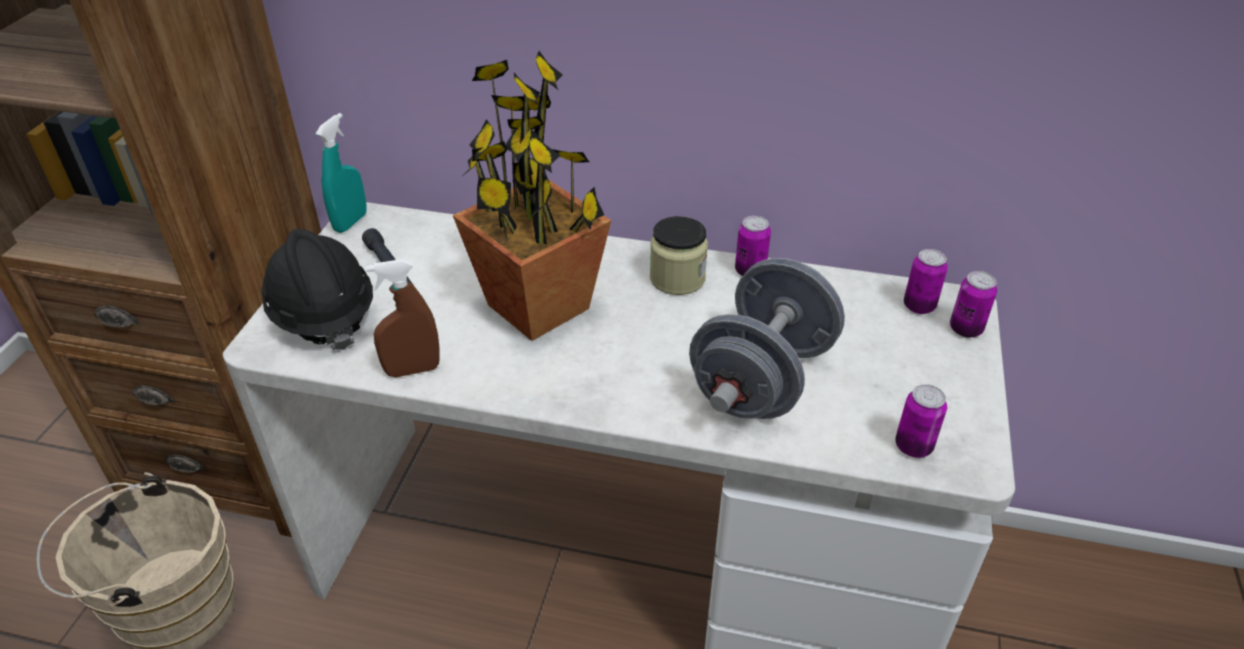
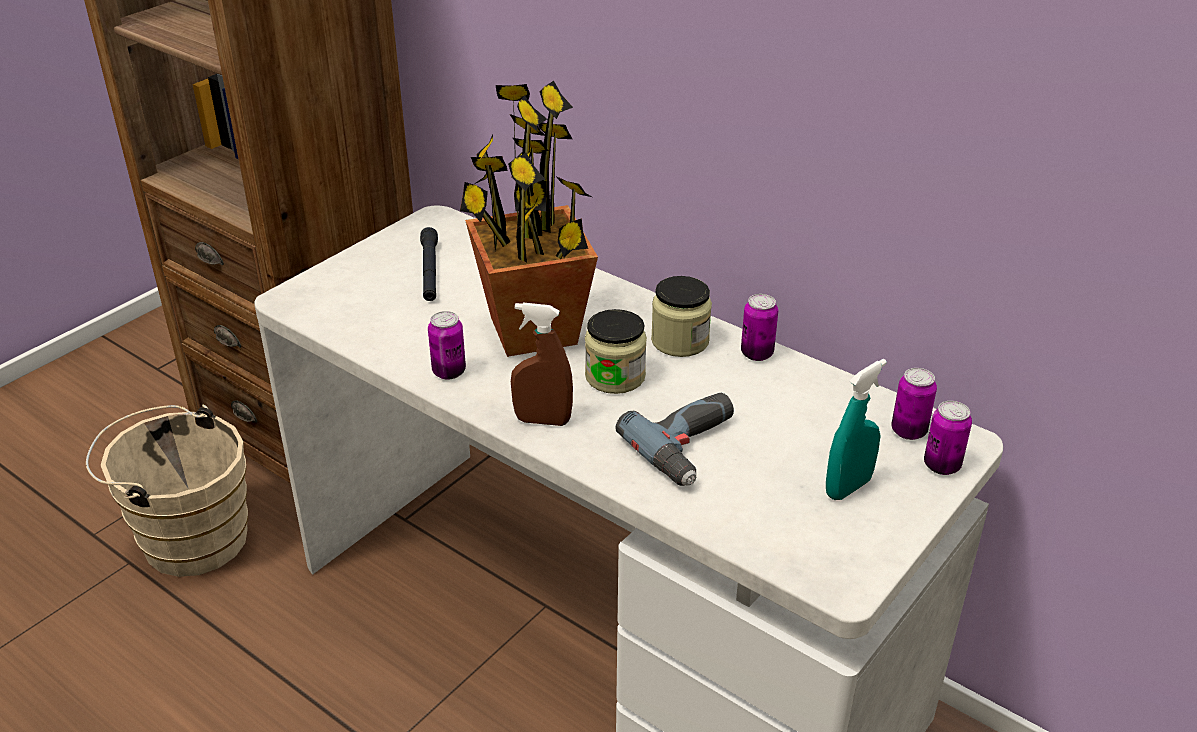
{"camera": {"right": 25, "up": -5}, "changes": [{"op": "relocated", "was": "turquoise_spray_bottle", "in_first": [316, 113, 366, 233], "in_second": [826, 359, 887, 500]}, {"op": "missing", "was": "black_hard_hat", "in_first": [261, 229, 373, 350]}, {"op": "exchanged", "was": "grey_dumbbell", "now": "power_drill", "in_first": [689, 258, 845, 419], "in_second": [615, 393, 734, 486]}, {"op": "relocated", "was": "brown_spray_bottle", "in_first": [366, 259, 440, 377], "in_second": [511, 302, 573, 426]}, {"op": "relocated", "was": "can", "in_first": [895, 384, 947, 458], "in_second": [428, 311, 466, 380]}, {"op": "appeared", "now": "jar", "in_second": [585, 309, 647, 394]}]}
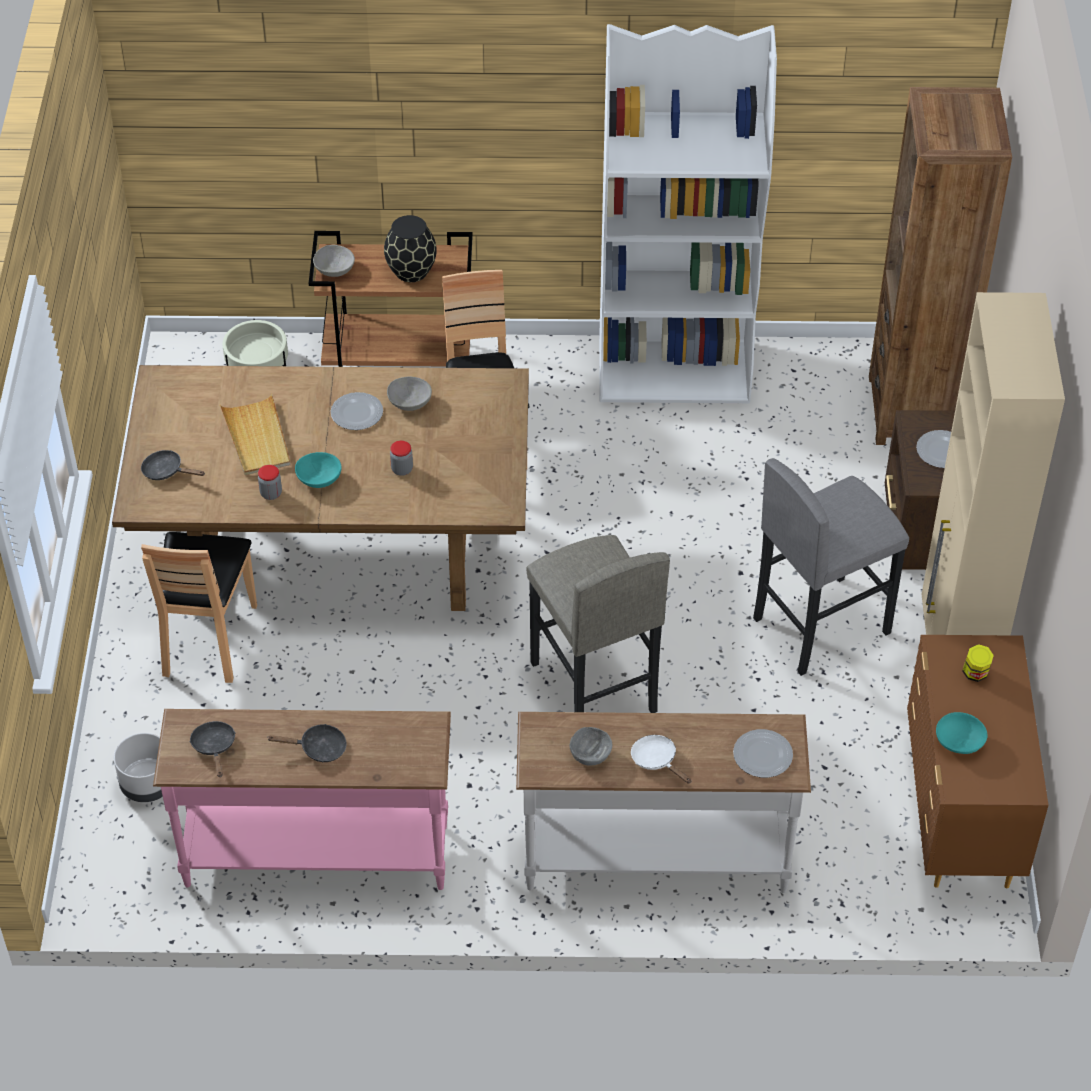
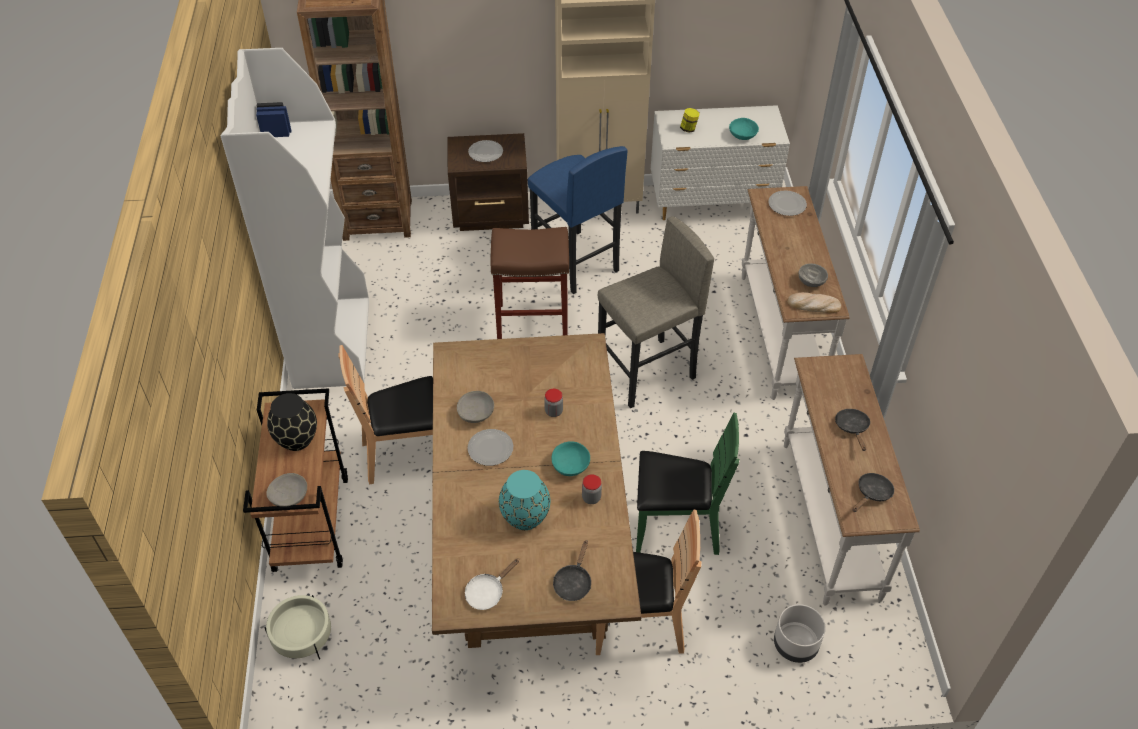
{"camera": {"right": -95, "up": 0}, "changes": [{"op": "exchanged", "was": "beige_tray", "now": "turquoise_vase", "in_first": [220, 393, 291, 475], "in_second": [499, 470, 550, 530]}, {"op": "colour", "was": "grey_stool", "now": "blue_stool", "in_first": [753, 458, 909, 676], "in_second": [528, 146, 627, 294]}, {"op": "colour", "was": "brown_dresser", "now": "white_dresser", "in_first": [907, 635, 1049, 888], "in_second": [651, 105, 790, 220]}, {"op": "colour", "was": "pink_console_table", "now": "white_console_table", "in_first": [153, 709, 451, 890], "in_second": [784, 354, 920, 606]}, {"op": "spun", "was": "black_frying_pan", "in_first": [189, 721, 236, 777], "in_second": [853, 473, 894, 512], "clockwise": 150}, {"op": "relocated", "was": "white_frying_pan", "in_first": [631, 735, 691, 784], "in_second": [465, 559, 519, 610]}, {"op": "appeared", "now": "brown_stool", "in_second": [491, 227, 569, 339]}, {"op": "appeared", "now": "bread", "in_second": [787, 292, 841, 314]}, {"op": "appeared", "now": "green_chair", "in_second": [636, 413, 739, 555]}]}
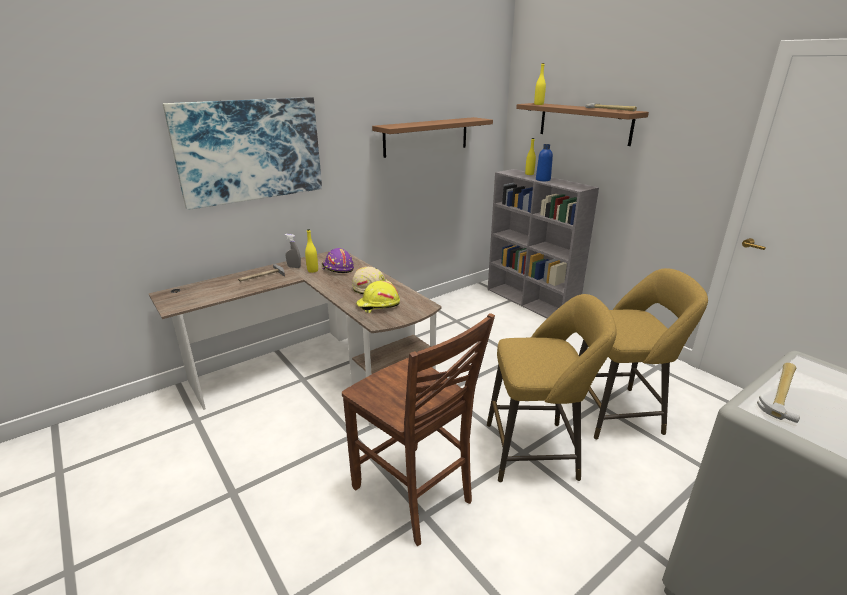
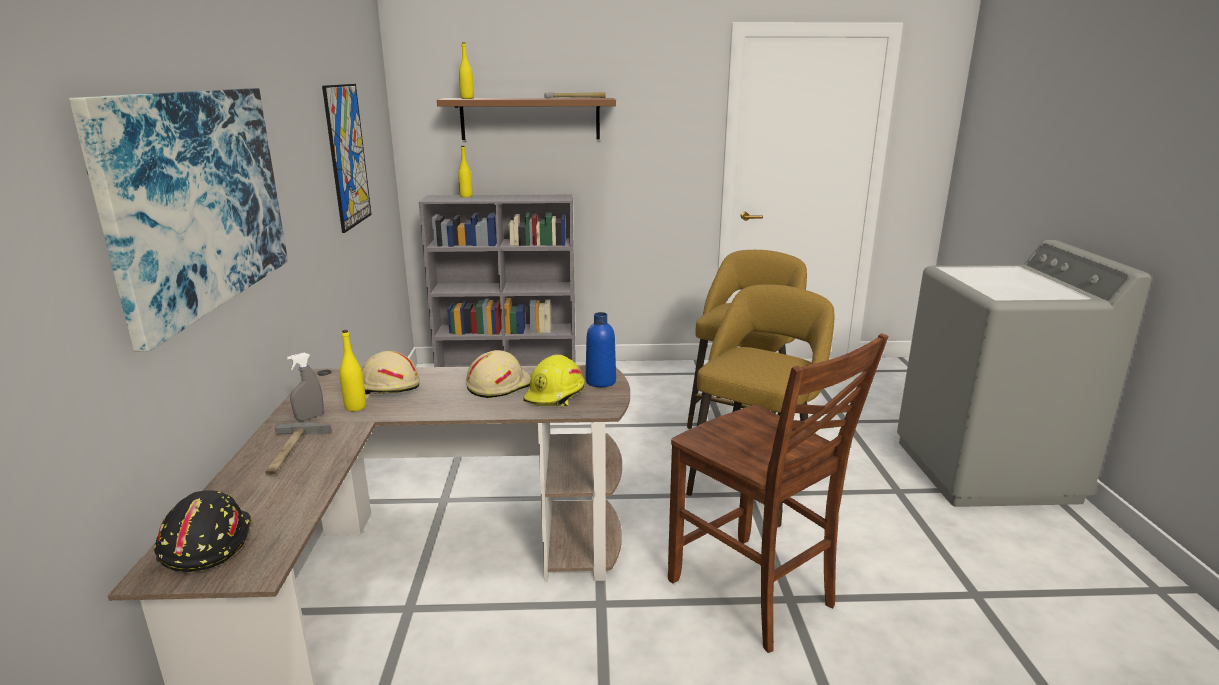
{"camera": {"right": -55, "up": -5}, "changes": [{"op": "exchanged", "was": "brown_shelf", "now": "picture", "in_first": [372, 117, 493, 158], "in_second": [322, 84, 372, 233]}, {"op": "relocated", "was": "blue_bottle", "in_first": [536, 144, 553, 181], "in_second": [586, 312, 616, 387]}, {"op": "colour", "was": "purple_hard_hat", "now": "beige_hard_hat", "in_first": [322, 248, 354, 273], "in_second": [362, 351, 420, 399]}, {"op": "spun", "was": "brown_chair", "in_first": [342, 313, 495, 546], "in_second": [668, 333, 888, 653], "clockwise": 60}, {"op": "missing", "was": "hammer", "in_first": [757, 363, 800, 423]}, {"op": "appeared", "now": "black_hard_hat", "in_second": [154, 490, 251, 572]}]}
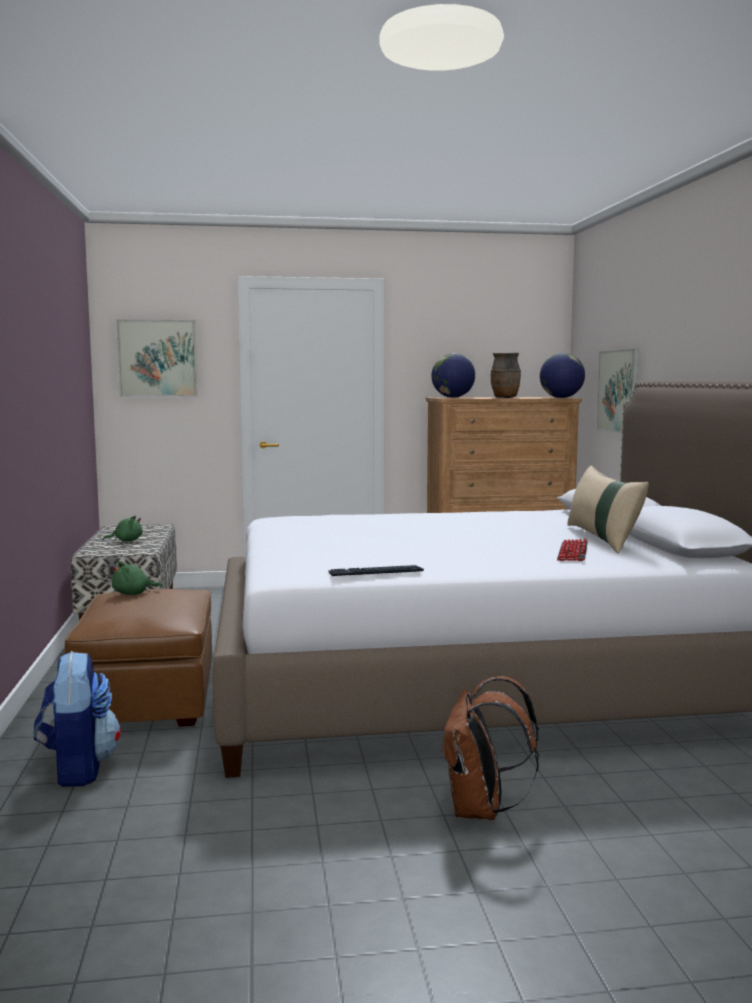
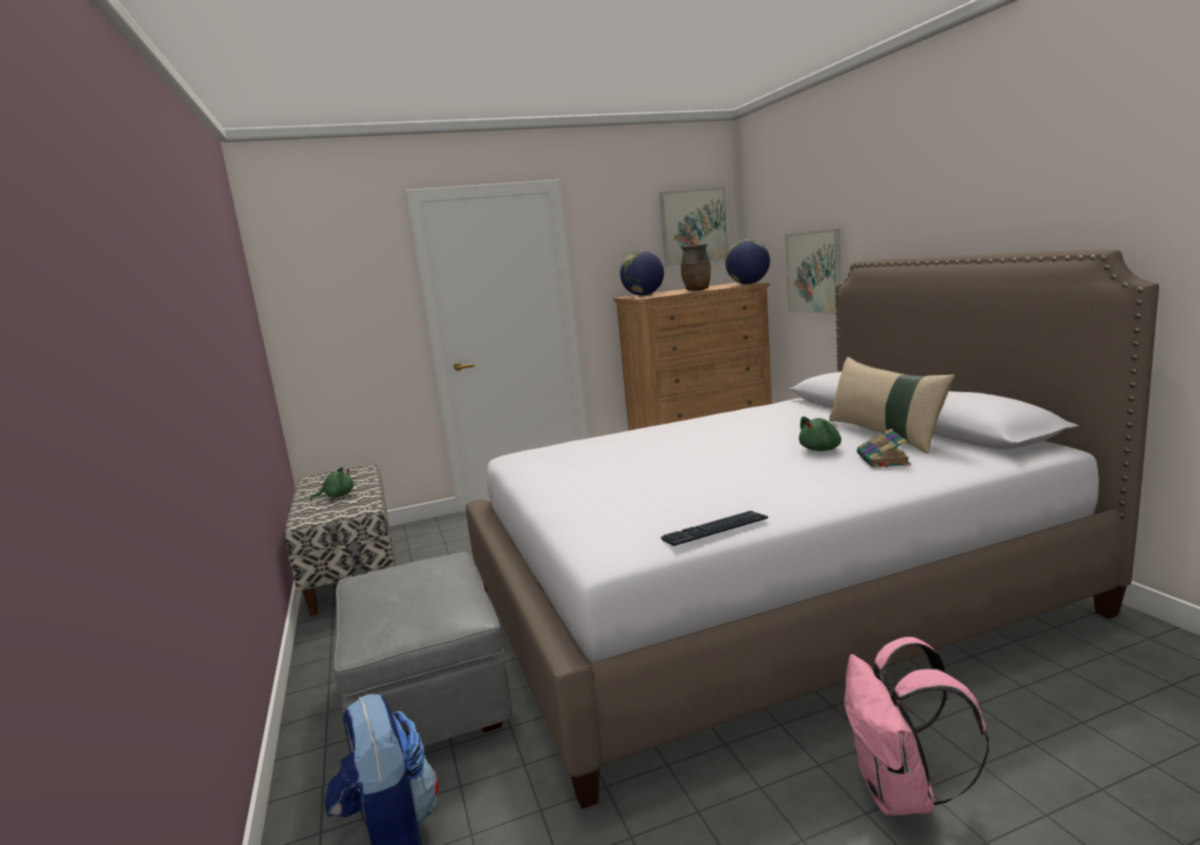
{"camera": {"right": -10, "up": 5}, "changes": [{"op": "relocated", "was": "picture", "in_first": [116, 319, 198, 397], "in_second": [659, 187, 729, 267]}, {"op": "exchanged", "was": "keyboard", "now": "book", "in_first": [557, 539, 588, 561], "in_second": [857, 429, 911, 468]}, {"op": "relocated", "was": "green_plush_toy", "in_first": [112, 561, 163, 595], "in_second": [799, 416, 841, 451]}, {"op": "colour", "was": "brown_ottoman", "now": "grey_ottoman", "in_first": [65, 589, 212, 727], "in_second": [334, 551, 512, 746]}, {"op": "colour", "was": "brown_backpack", "now": "pink_backpack", "in_first": [441, 676, 539, 820], "in_second": [844, 637, 989, 816]}]}
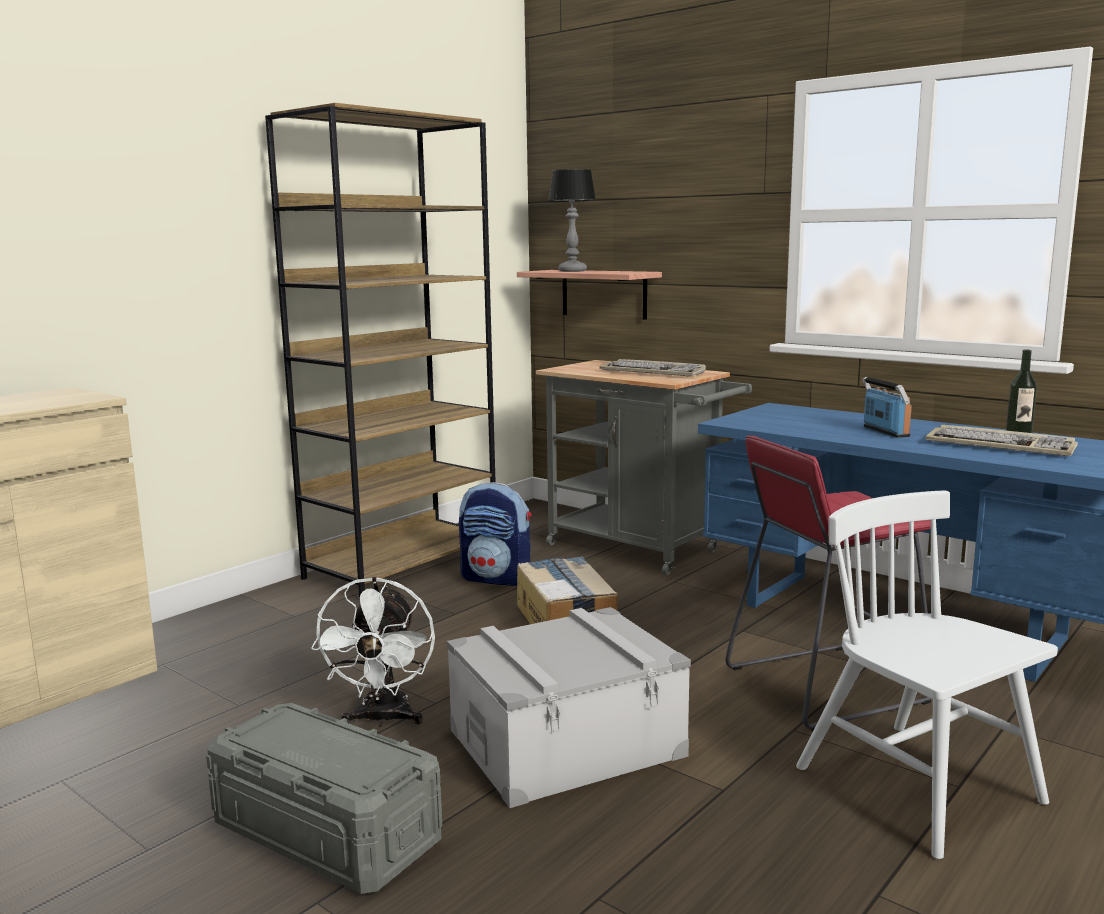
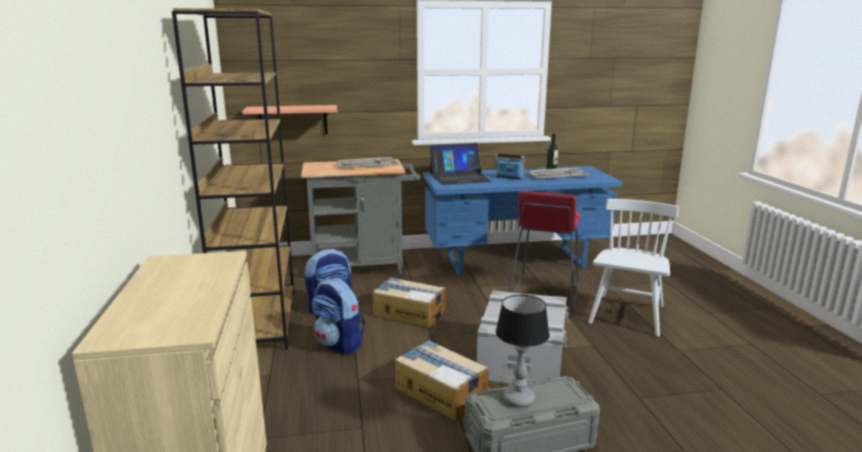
{"camera": {"right": -50, "up": 5}, "changes": [{"op": "relocated", "was": "table_lamp", "in_first": [548, 169, 596, 272], "in_second": [496, 295, 550, 408]}, {"op": "spun", "was": "white_chair", "in_first": [796, 491, 1058, 859], "in_second": [588, 199, 679, 337], "clockwise": 105}, {"op": "exchanged", "was": "white_fan", "now": "cardboard_box", "in_first": [311, 577, 435, 727], "in_second": [395, 340, 489, 421]}, {"op": "appeared", "now": "laptop", "in_second": [430, 143, 492, 185]}, {"op": "appeared", "now": "backpack", "in_second": [312, 279, 365, 355]}]}
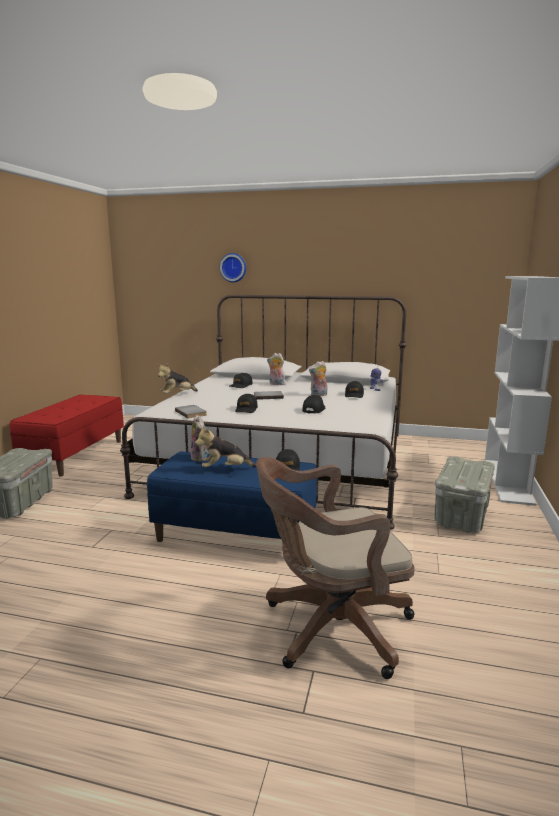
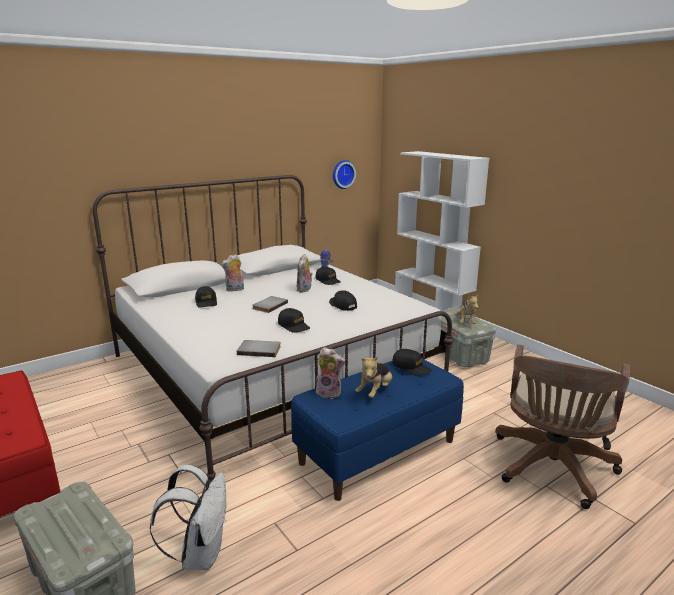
{"camera": {"right": -50, "up": 5}, "changes": [{"op": "relocated", "was": "wall_clock", "in_first": [219, 253, 246, 282], "in_second": [333, 160, 356, 189]}, {"op": "relocated", "was": "plush_toy", "in_first": [158, 363, 198, 394], "in_second": [454, 294, 478, 324]}, {"op": "appeared", "now": "white_backpack", "in_second": [150, 465, 227, 571]}]}
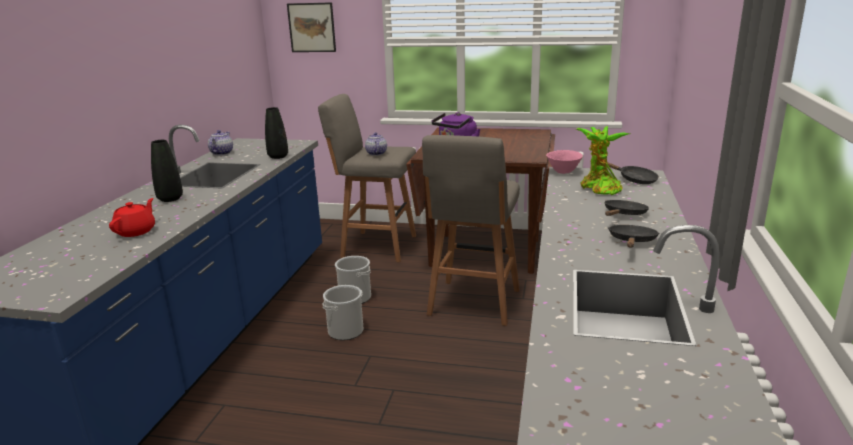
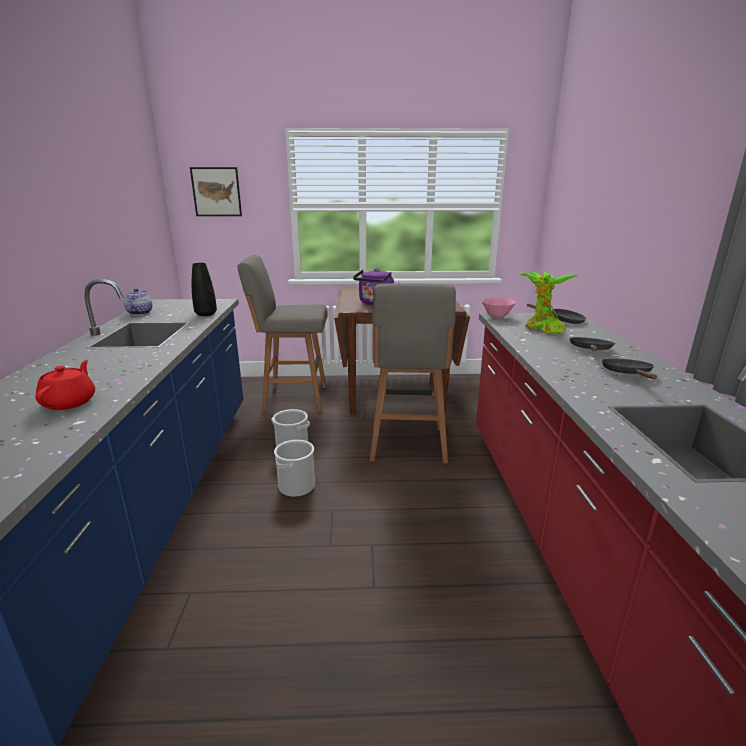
{"camera": {"right": -15, "up": 0}, "changes": [{"op": "missing", "was": "teapot", "in_first": [365, 132, 387, 156]}, {"op": "missing", "was": "black_vase", "in_first": [151, 140, 183, 202]}]}
